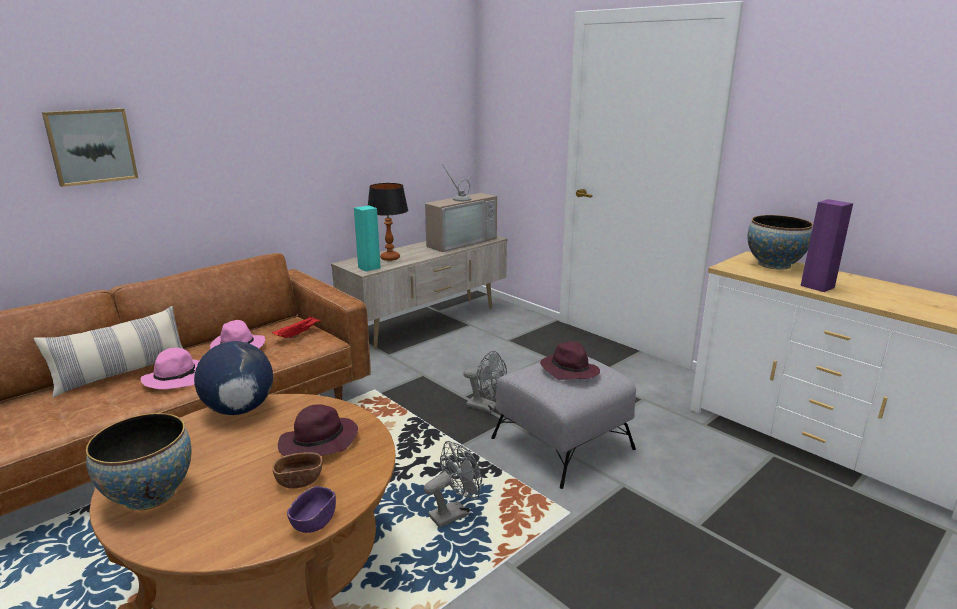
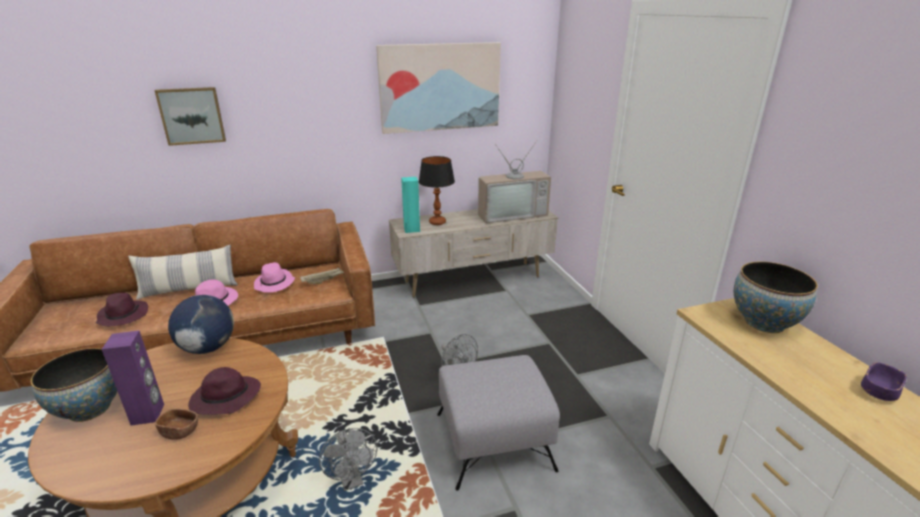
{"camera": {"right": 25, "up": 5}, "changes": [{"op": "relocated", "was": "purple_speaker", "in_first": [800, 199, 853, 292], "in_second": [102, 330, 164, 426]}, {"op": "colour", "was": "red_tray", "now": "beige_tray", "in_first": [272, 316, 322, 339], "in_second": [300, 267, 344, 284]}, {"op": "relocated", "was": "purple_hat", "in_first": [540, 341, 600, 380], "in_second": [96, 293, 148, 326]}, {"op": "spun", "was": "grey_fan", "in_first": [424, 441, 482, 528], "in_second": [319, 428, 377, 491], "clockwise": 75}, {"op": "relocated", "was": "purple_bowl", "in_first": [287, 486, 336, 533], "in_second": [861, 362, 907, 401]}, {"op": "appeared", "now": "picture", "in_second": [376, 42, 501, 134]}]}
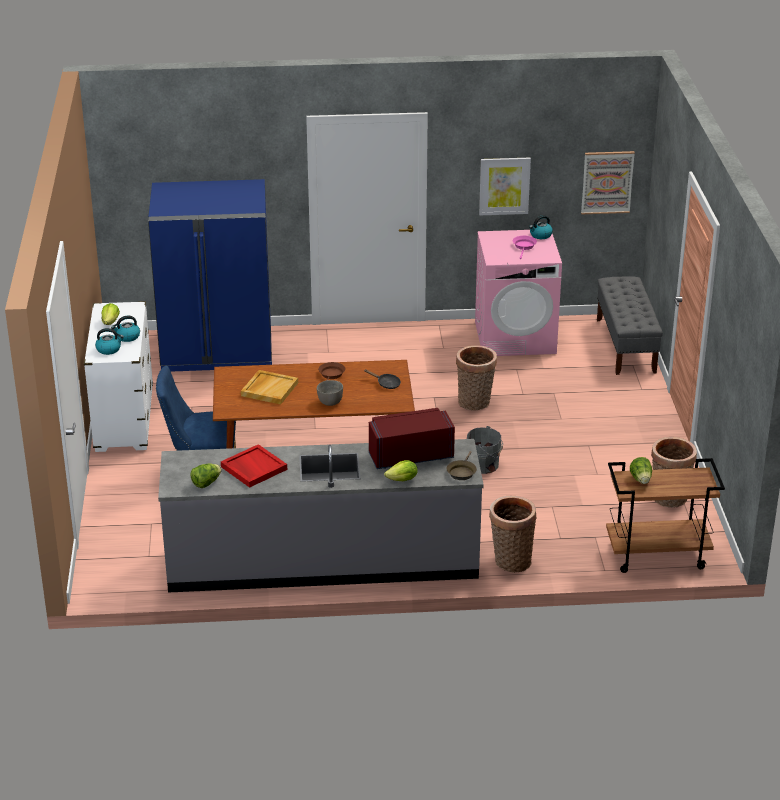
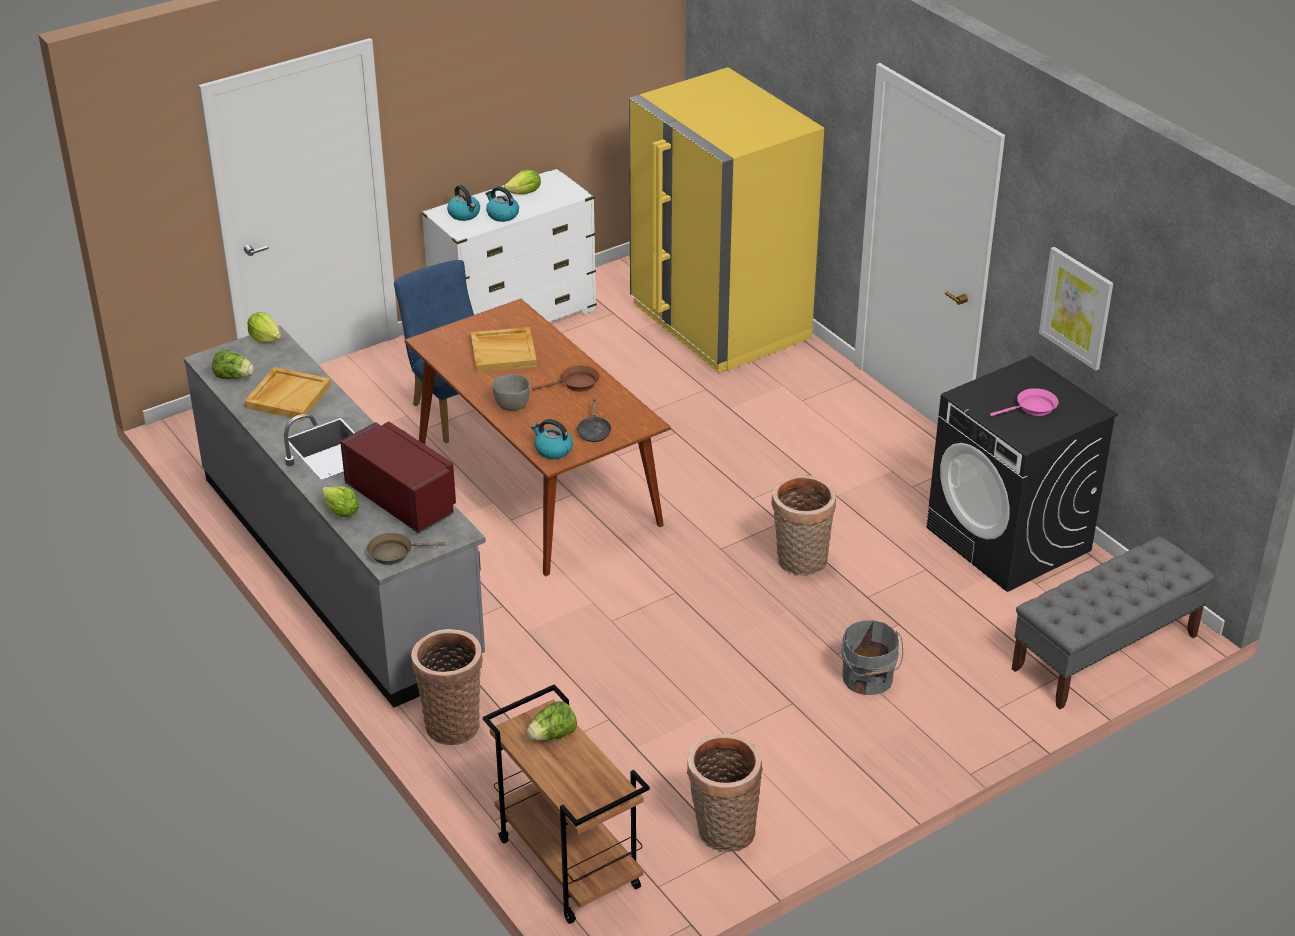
{"camera": {"right": 60, "up": 5}, "changes": [{"op": "missing", "was": "picture", "in_first": [581, 151, 635, 214]}, {"op": "colour", "was": "blue_fridge", "now": "yellow_fridge", "in_first": [148, 179, 272, 372], "in_second": [629, 67, 824, 372]}, {"op": "relocated", "was": "kettle", "in_first": [529, 215, 553, 239], "in_second": [531, 419, 573, 459]}, {"op": "colour", "was": "pink_washing_machine", "now": "black_washing_machine", "in_first": [475, 230, 562, 356], "in_second": [927, 356, 1118, 592]}, {"op": "relocated", "was": "grey_bucket", "in_first": [467, 426, 503, 474], "in_second": [841, 620, 903, 695]}, {"op": "colour", "was": "red_tray", "now": "beige_tray", "in_first": [221, 444, 287, 488], "in_second": [244, 367, 331, 421]}, {"op": "appeared", "now": "lettuce", "in_second": [247, 312, 281, 343]}]}
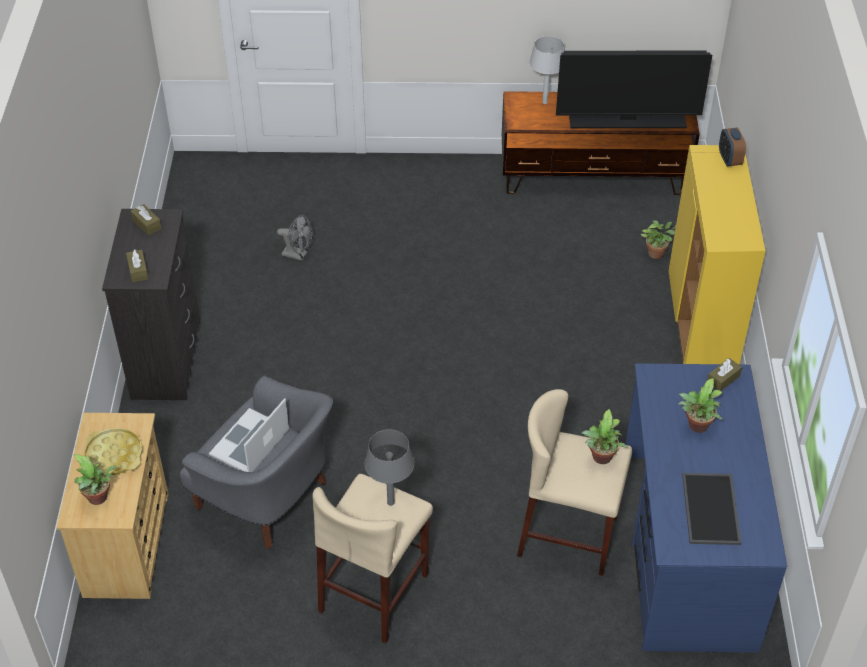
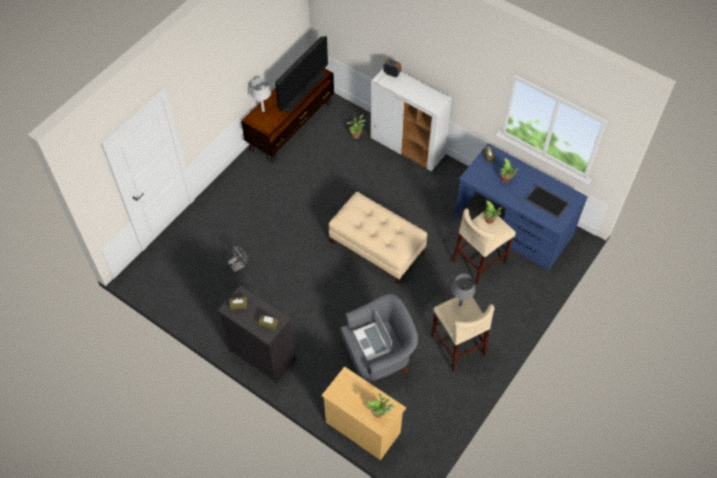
{"camera": {"right": -55, "up": 10}, "changes": [{"op": "colour", "was": "yellow_cabinet", "now": "white_cabinet", "in_first": [668, 145, 766, 365], "in_second": [370, 69, 452, 171]}, {"op": "missing", "was": "yellow_tray", "in_first": [84, 428, 143, 475]}, {"op": "appeared", "now": "beige_ottoman", "in_second": [329, 192, 427, 285]}]}
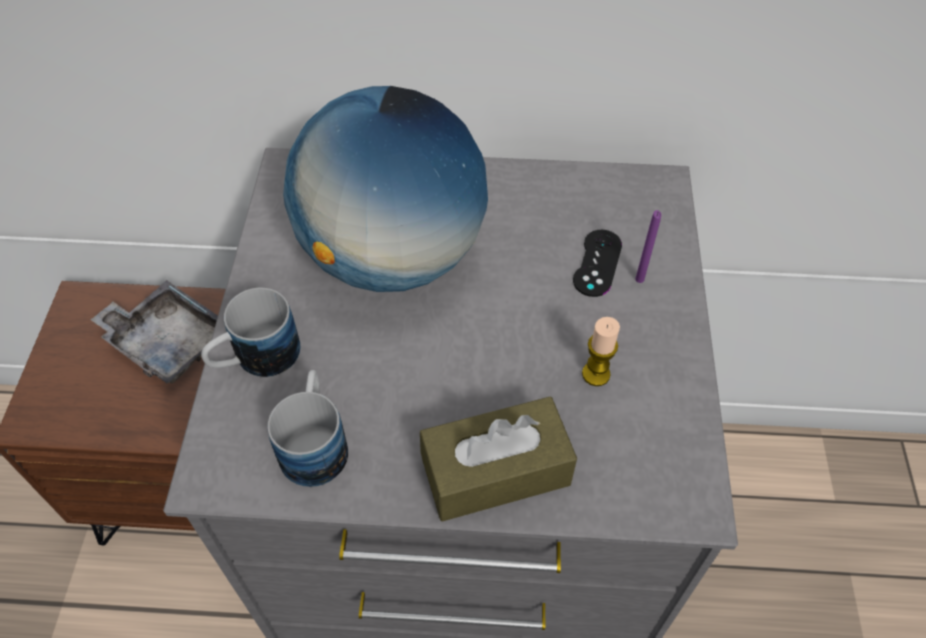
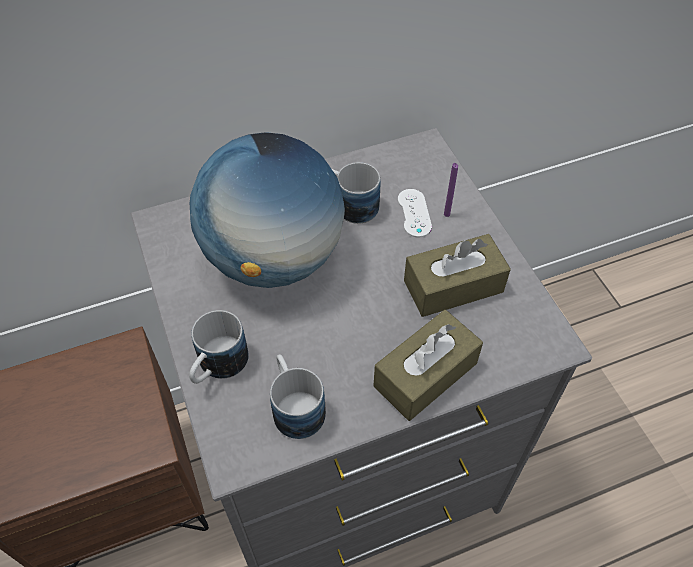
{"camera": {"right": -25, "up": 0}, "changes": [{"op": "colour", "was": "black_game_controller", "now": "white_game_controller", "in_first": [573, 230, 622, 297], "in_second": [398, 189, 432, 237]}, {"op": "missing", "was": "grey_tray", "in_first": [91, 280, 218, 384]}, {"op": "exchanged", "was": "candle", "now": "brown_tissue_box", "in_first": [582, 317, 620, 386], "in_second": [404, 234, 511, 317]}, {"op": "appeared", "now": "mug", "in_second": [332, 162, 380, 224]}]}
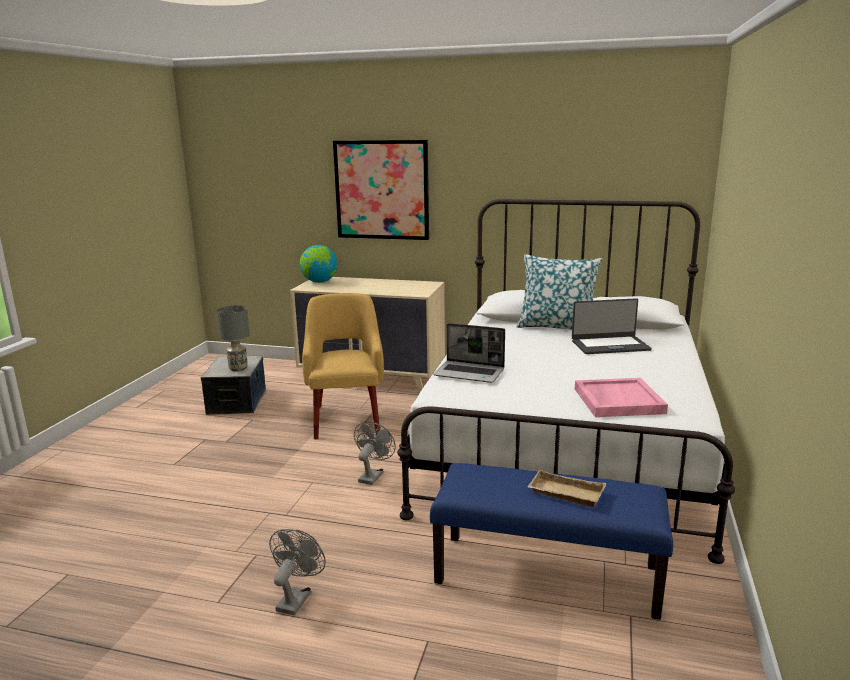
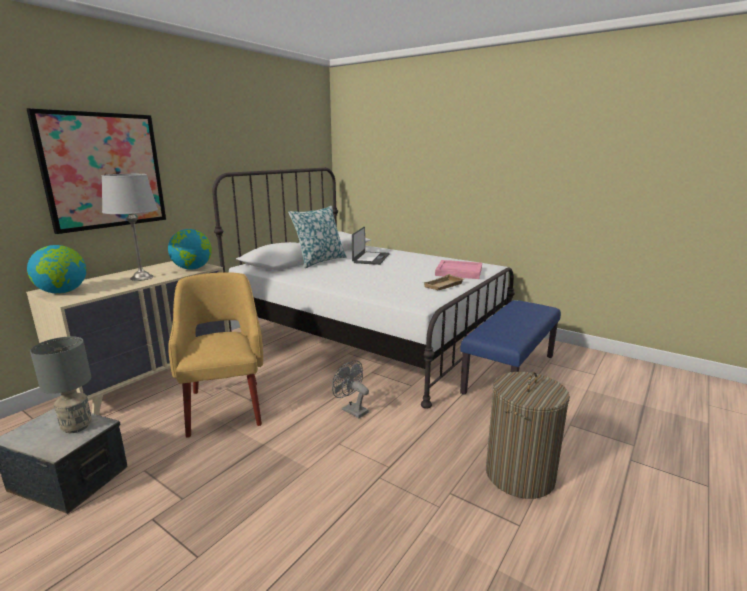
{"camera": {"right": -70, "up": 0}, "changes": [{"op": "spun", "was": "yellow_armchair", "in_first": [302, 293, 384, 439], "in_second": [168, 272, 263, 438], "clockwise": 60}, {"op": "missing", "was": "laptop", "in_first": [433, 323, 505, 383]}, {"op": "relocated", "was": "beige_tray", "in_first": [528, 470, 606, 507], "in_second": [423, 274, 465, 290]}, {"op": "exchanged", "was": "grey_fan", "now": "laundry_basket", "in_first": [269, 529, 326, 615], "in_second": [486, 372, 570, 499]}, {"op": "appeared", "now": "grey_table_lamp", "in_second": [102, 174, 158, 281]}, {"op": "appeared", "now": "globe", "in_second": [168, 229, 212, 270]}]}
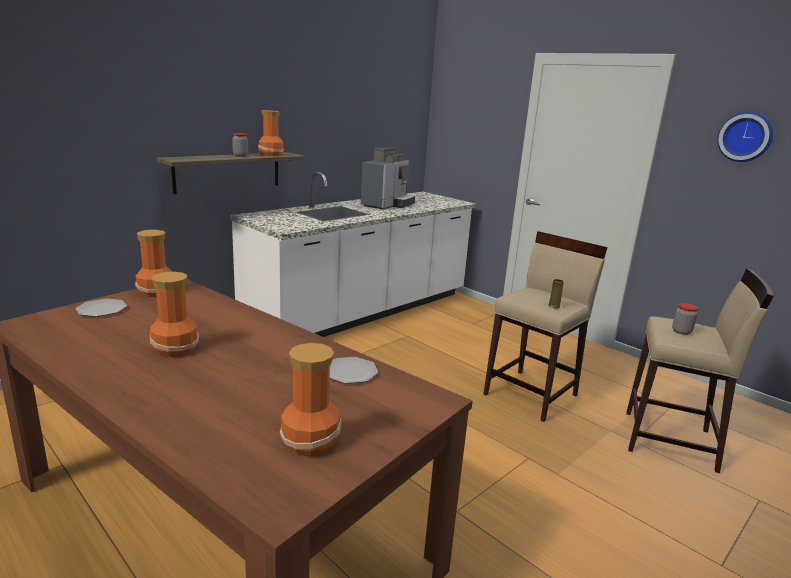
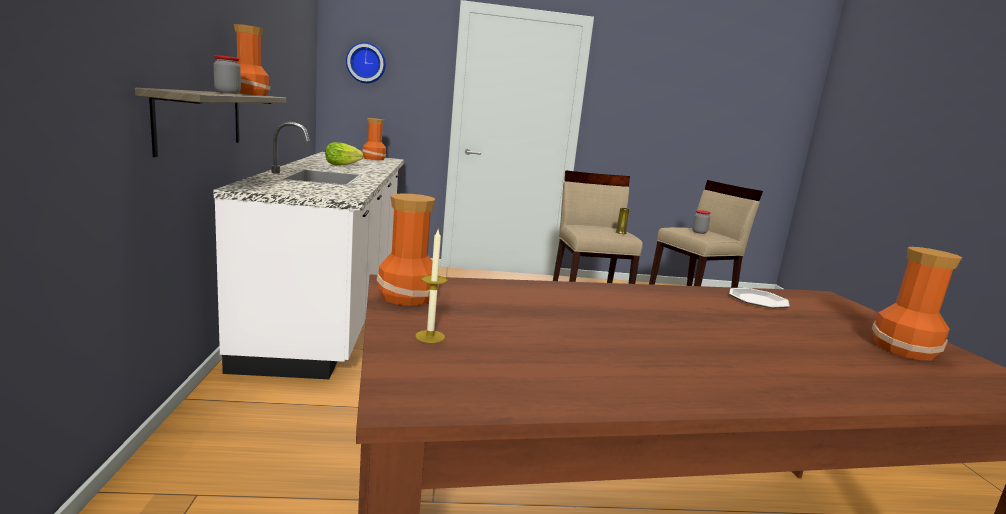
{"camera": {"right": -50, "up": -5}, "changes": [{"op": "relocated", "was": "wall_clock", "in_first": [717, 112, 773, 162], "in_second": [346, 42, 386, 83]}, {"op": "exchanged", "was": "coffee_machine", "now": "lettuce", "in_first": [361, 147, 415, 210], "in_second": [325, 142, 364, 165]}, {"op": "relocated", "was": "vase", "in_first": [150, 272, 199, 357], "in_second": [362, 118, 386, 160]}, {"op": "exchanged", "was": "plate", "now": "candle", "in_first": [76, 299, 127, 317], "in_second": [415, 230, 447, 343]}]}
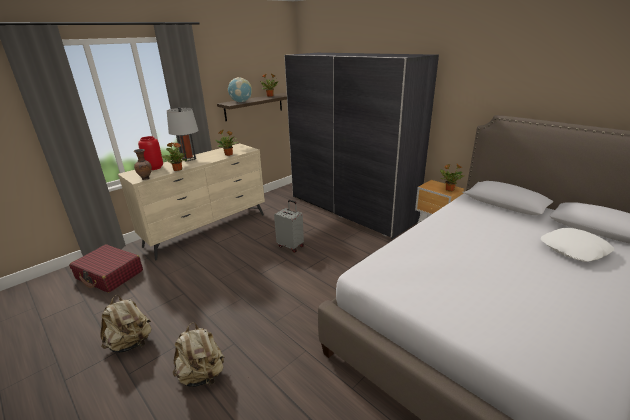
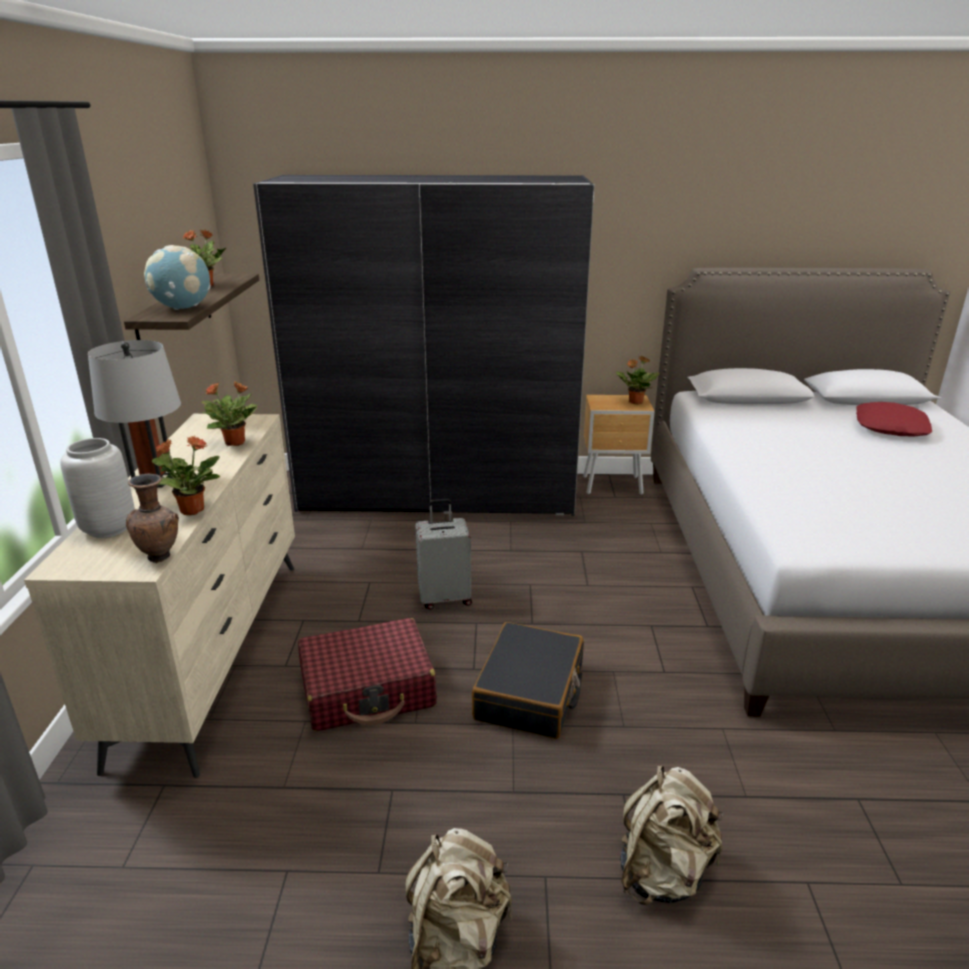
{"camera": {"right": -45, "up": 0}, "changes": [{"op": "colour", "was": "red_vase", "now": "grey_vase", "in_first": [138, 136, 163, 170], "in_second": [60, 438, 135, 538]}, {"op": "colour", "was": "white_pillow", "now": "red_pillow", "in_first": [541, 228, 614, 262], "in_second": [856, 402, 932, 436]}, {"op": "relocated", "was": "red_suitcase", "in_first": [69, 244, 143, 293], "in_second": [298, 618, 437, 731]}, {"op": "appeared", "now": "black_suitcase", "in_second": [472, 622, 584, 739]}]}
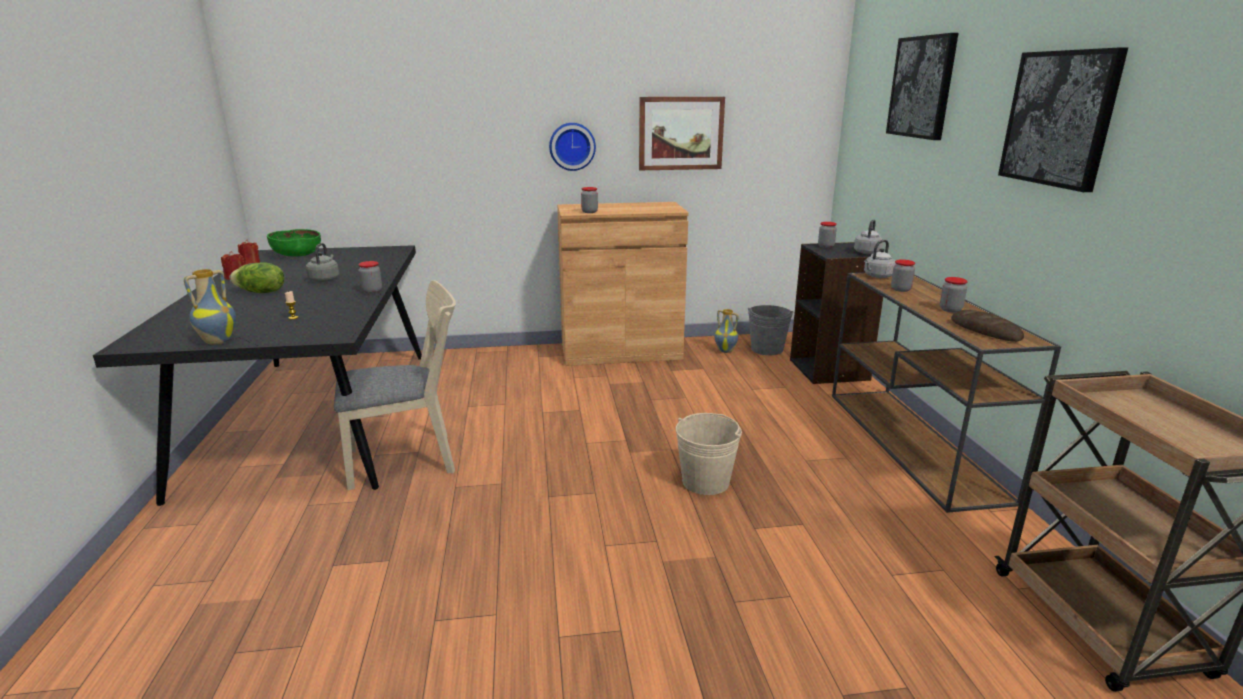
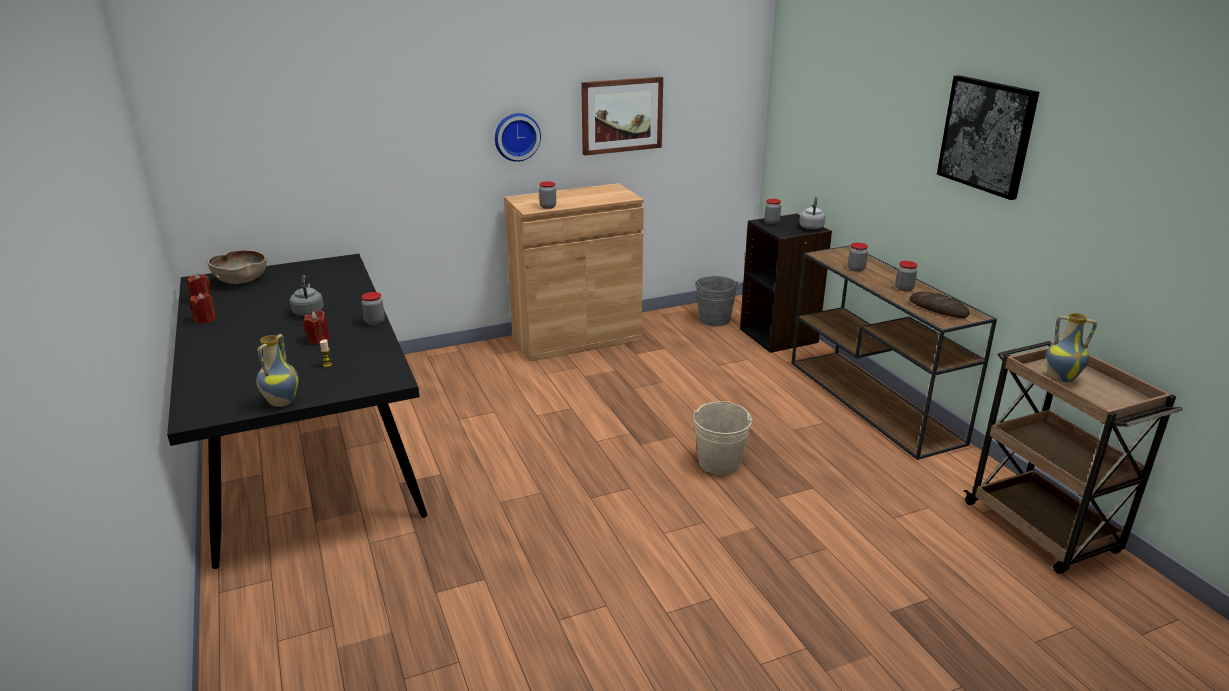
{"camera": {"right": -15, "up": 5}, "changes": [{"op": "missing", "was": "picture", "in_first": [886, 33, 958, 140]}, {"op": "colour", "was": "green_bowl", "now": "brown_bowl", "in_first": [267, 229, 321, 256], "in_second": [208, 250, 266, 284]}, {"op": "missing", "was": "grey_kettle", "in_first": [864, 240, 896, 278]}, {"op": "missing", "was": "lettuce", "in_first": [230, 262, 284, 293]}, {"op": "missing", "was": "beige_chair", "in_first": [334, 280, 456, 490]}, {"op": "relocated", "was": "vase", "in_first": [715, 309, 738, 353], "in_second": [1046, 313, 1097, 382]}, {"op": "appeared", "now": "red_candle", "in_second": [303, 310, 330, 344]}]}
